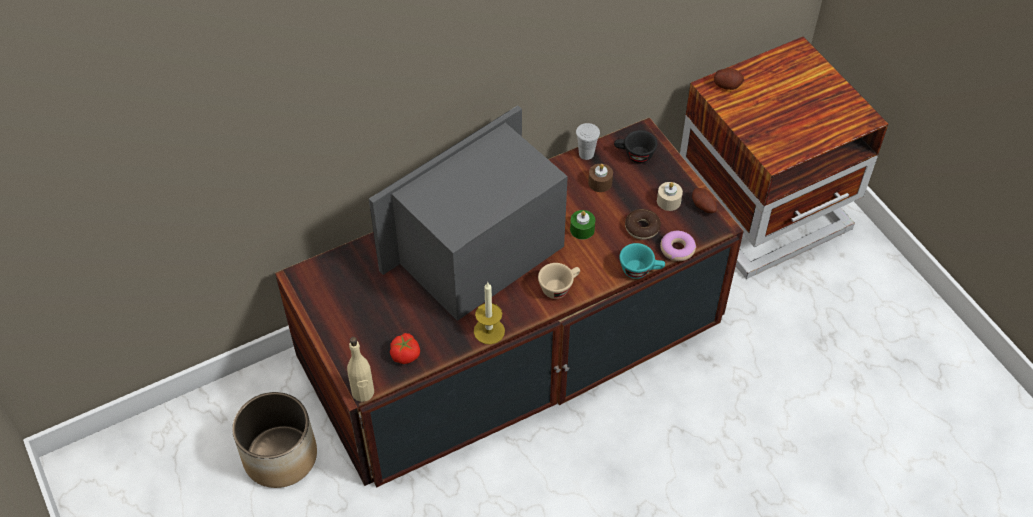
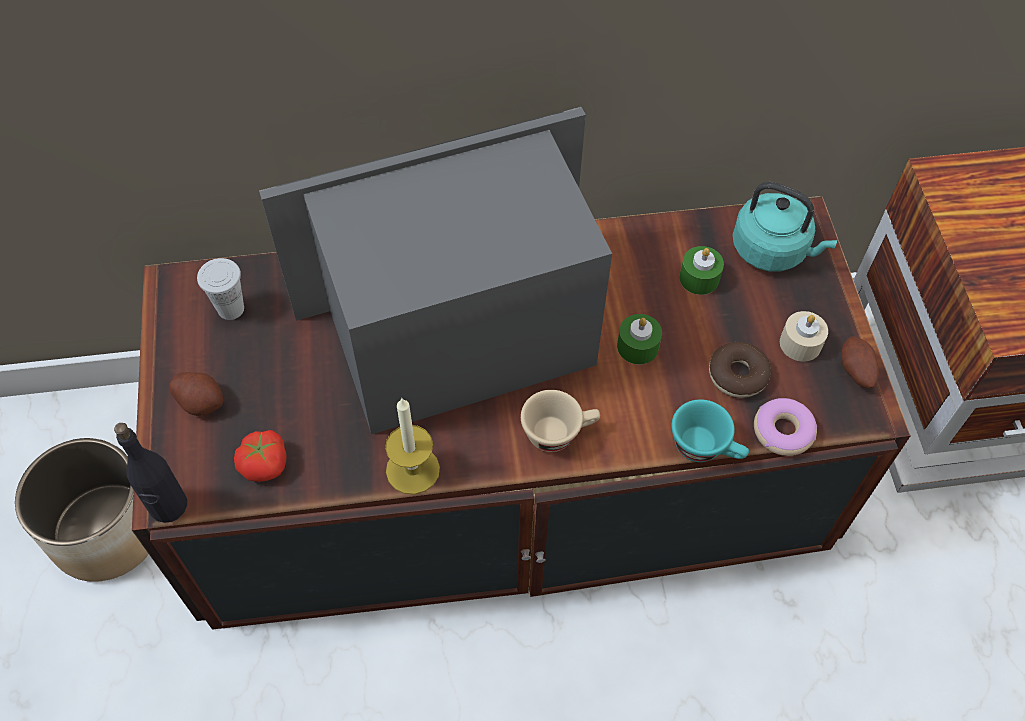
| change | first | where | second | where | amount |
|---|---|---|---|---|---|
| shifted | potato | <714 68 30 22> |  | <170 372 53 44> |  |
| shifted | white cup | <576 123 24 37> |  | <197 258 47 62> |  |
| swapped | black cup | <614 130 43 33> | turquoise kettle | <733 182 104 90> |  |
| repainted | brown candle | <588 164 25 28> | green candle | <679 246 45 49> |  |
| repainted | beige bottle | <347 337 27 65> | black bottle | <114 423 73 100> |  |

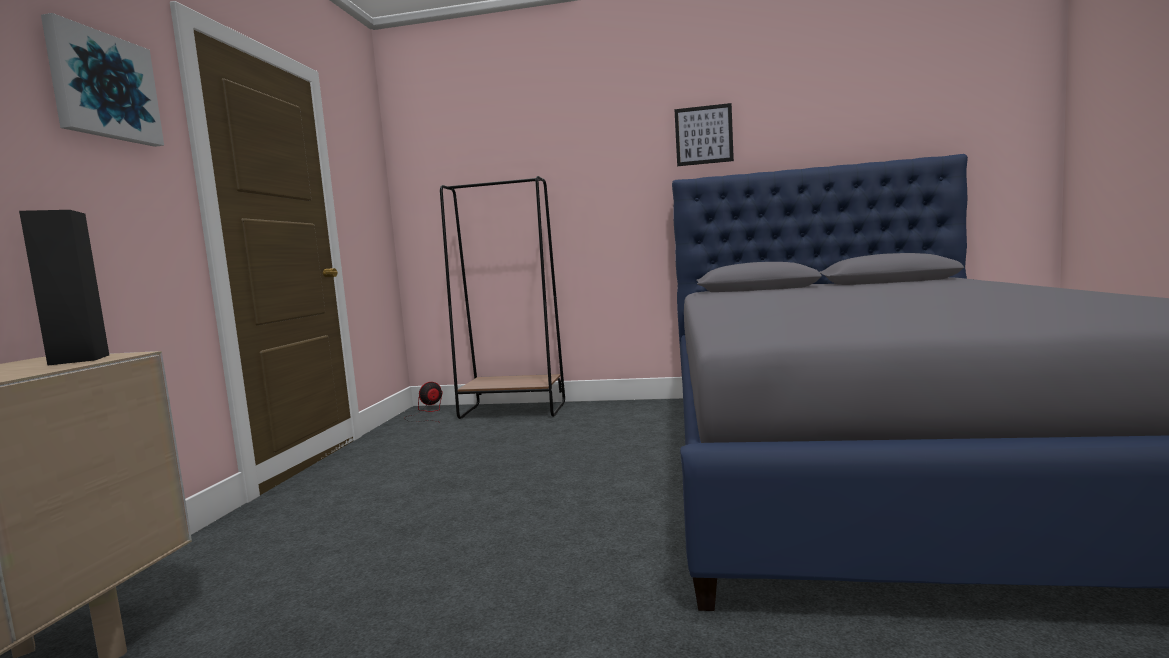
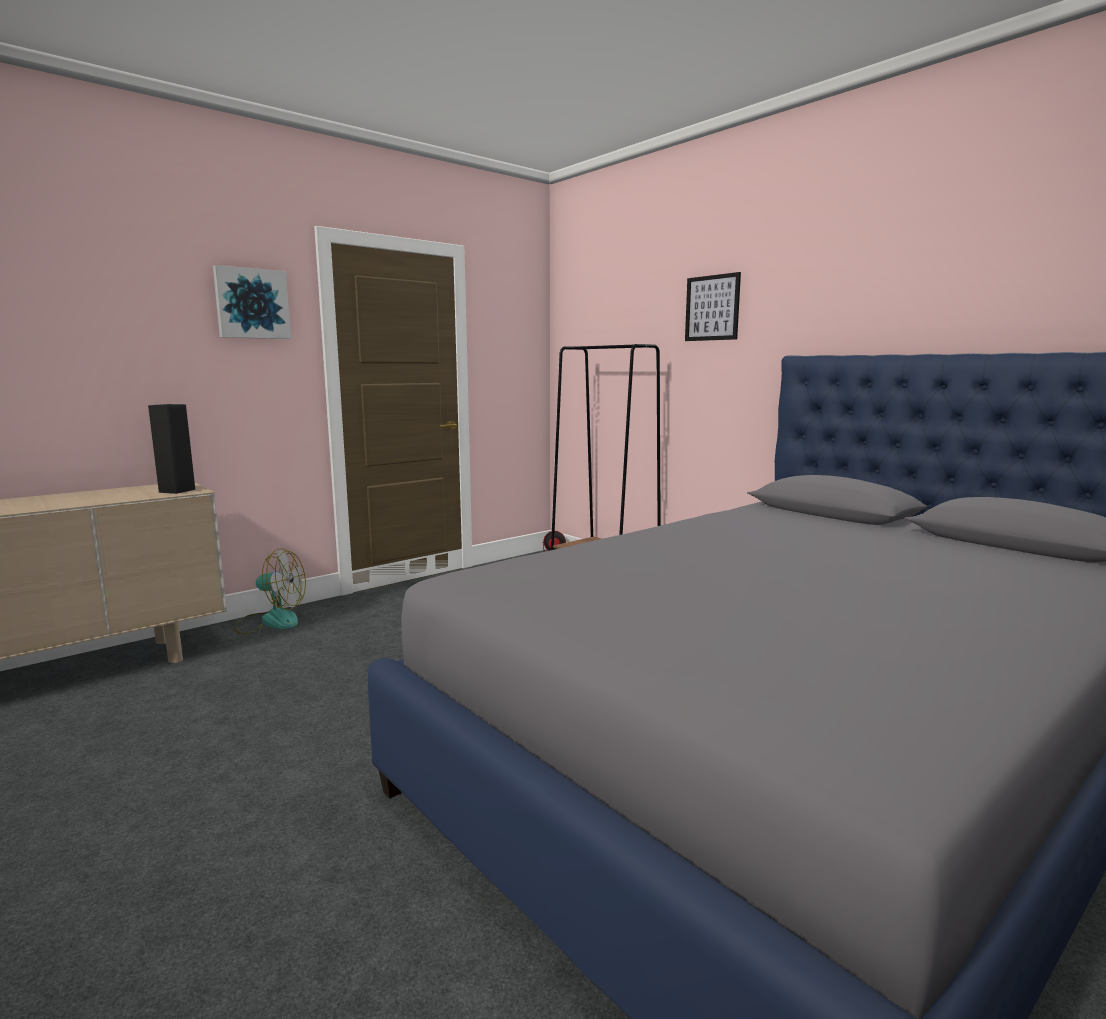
| change | first | where | second | where | amount |
|---|---|---|---|---|---|
| shifted | picture | <674 103 60 63> |  | <685 272 56 69> |  |
| new |  |  | fan | <234 548 72 86> |  |

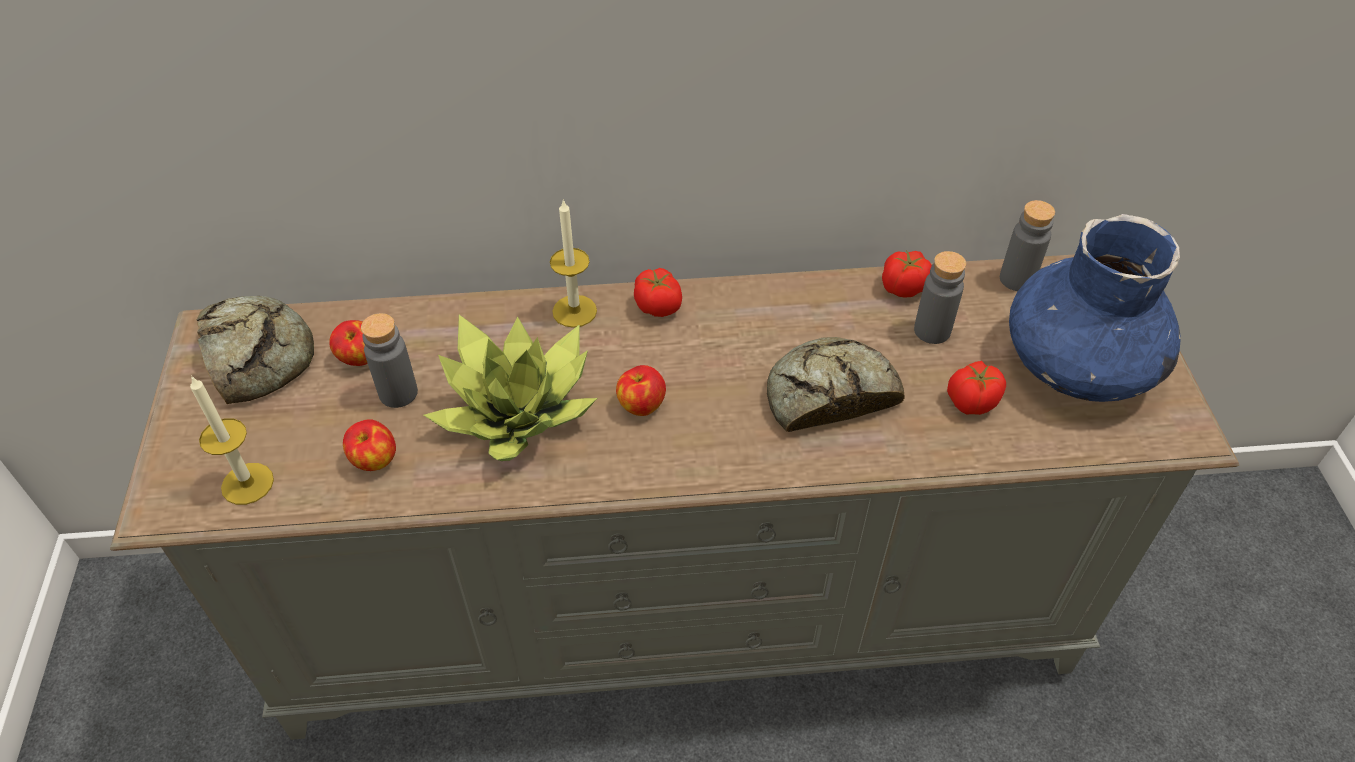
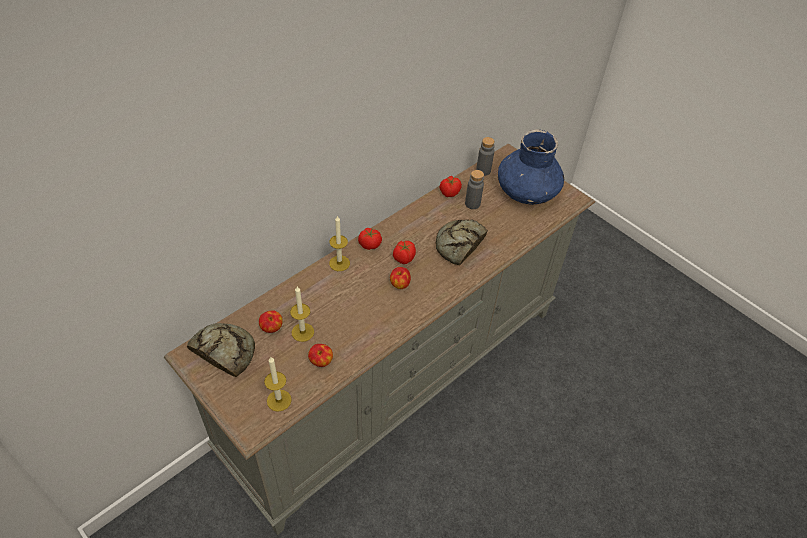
| change | first | where | second | where | amount |
|---|---|---|---|---|---|
| swapped | grey bottle | <361 313 57 95> | candle | <290 286 24 56> |  |
| gone | potted plant | <424 315 173 146> |  |  |  |
| shifted | tomato | <947 361 59 54> |  | <393 241 23 23> |  |

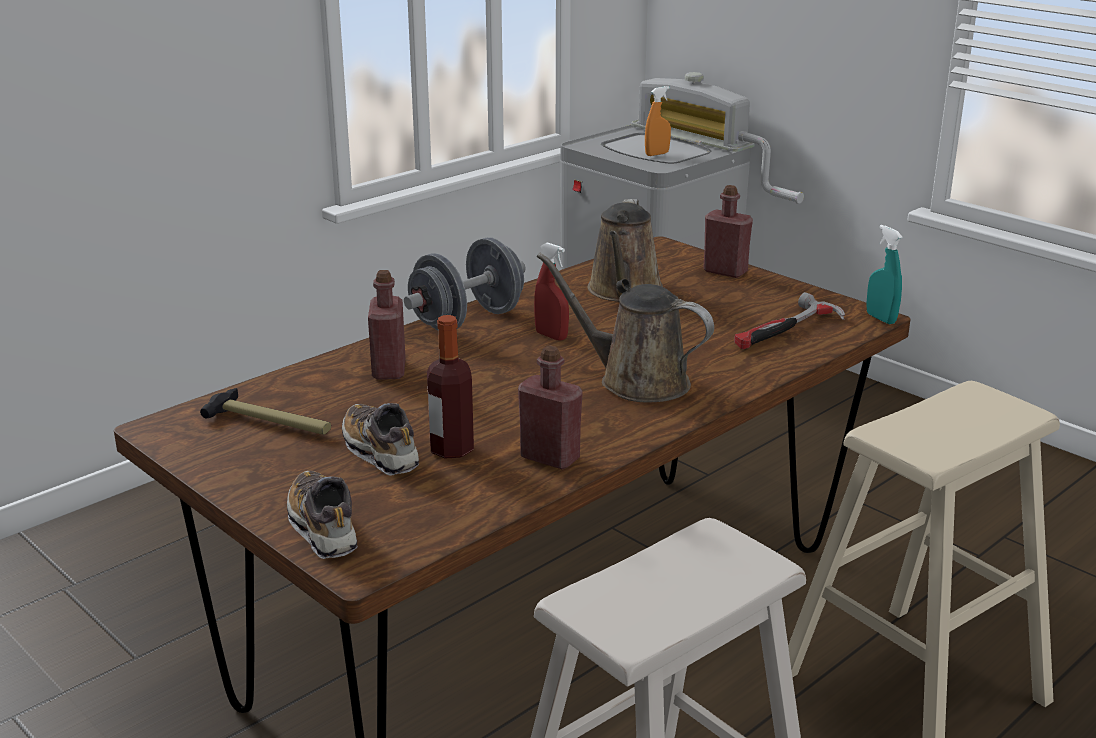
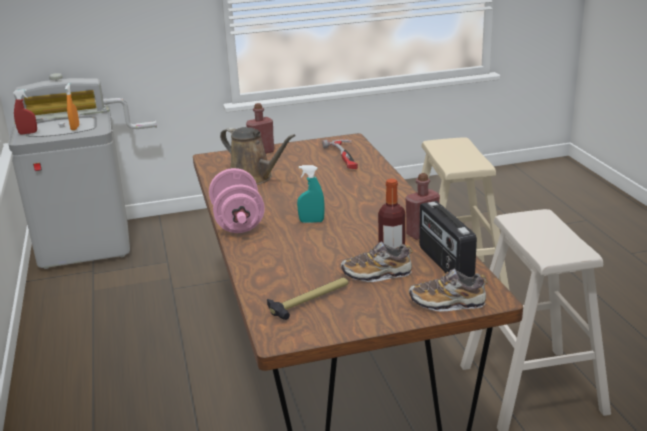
| change | first | where | second | where | amount |
|---|---|---|---|---|---|
| shifted | turquoise spray bottle | <866 225 37 99> |  | <297 165 28 58> |  |
| repainted | grey dumbbell | <404 237 122 94> | pink dumbbell | <209 168 56 65> |  |
| shifted | red spray bottle | <534 243 35 98> |  | <13 89 24 46> |  |
| gone | brown watering can | <537 253 177 149> |  |  |  |
| gone | red bottle | <368 270 38 110> |  |  |  |
| new |  |  | radio | <419 201 58 76> |  |

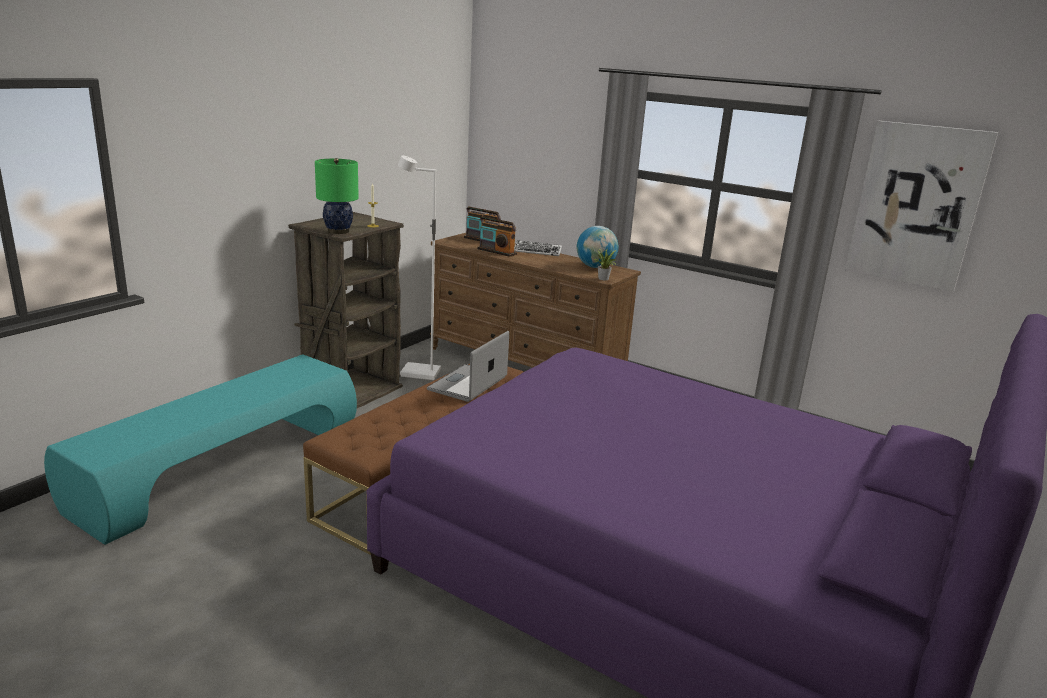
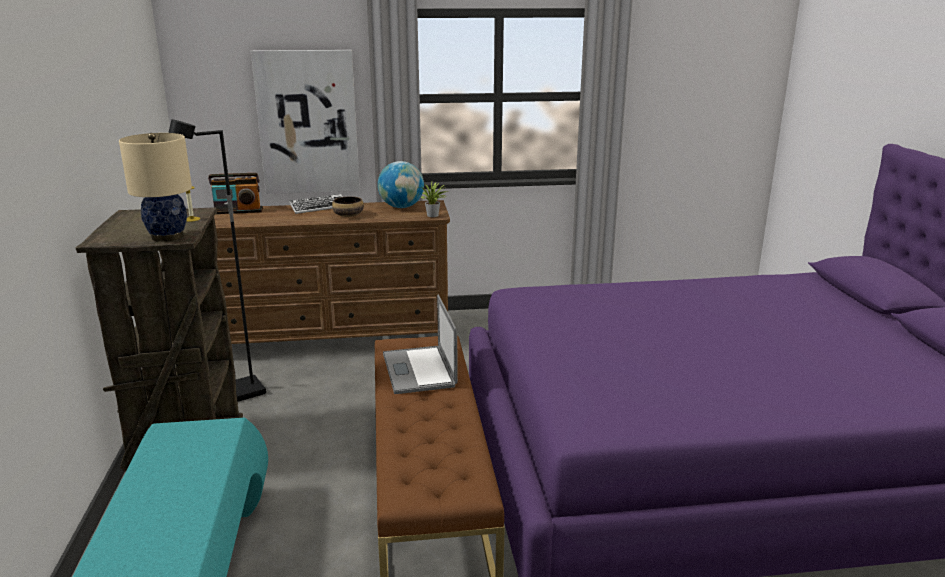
| change | first | where | second | where | amount |
|---|---|---|---|---|---|
| shifted | picture | <844 121 154 171> |  | <251 50 109 144> |  |
| repainted | white floor lamp | <398 155 43 225> | black floor lamp | <169 119 97 283> |  |
| repainted | green table lamp | <315 158 44 76> | beige table lamp | <119 133 73 109> |  |
| gone | radio | <477 216 40 41> |  |  |  |
| new |  |  | bowl | <332 196 32 21> |  |

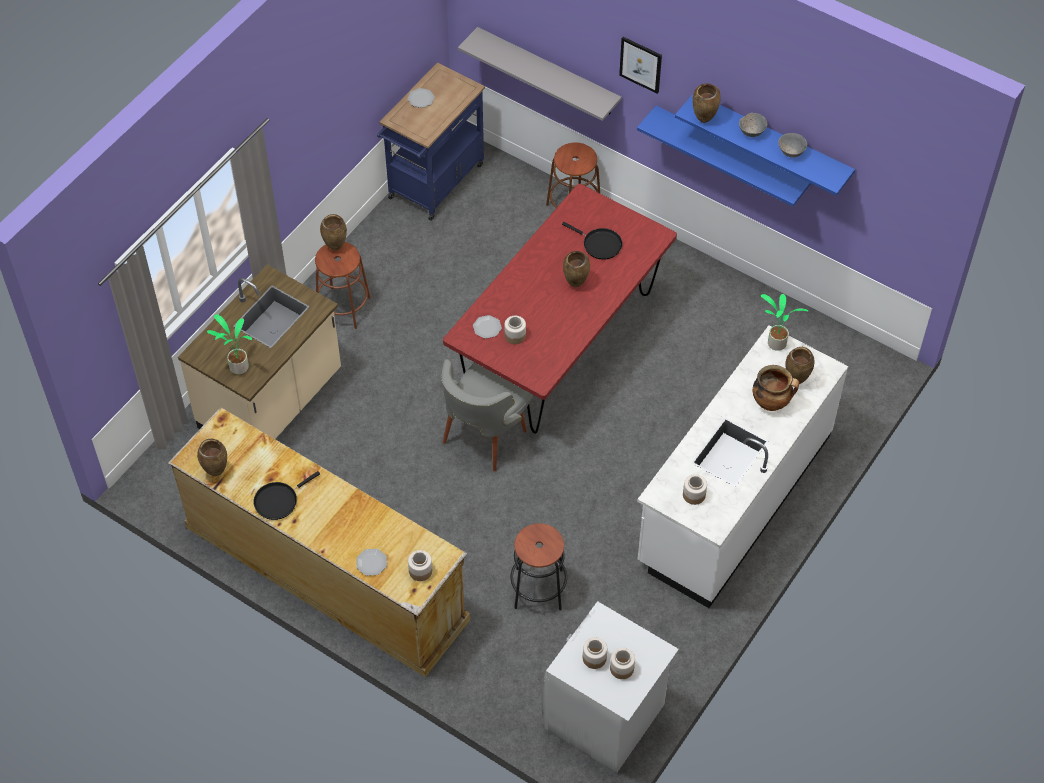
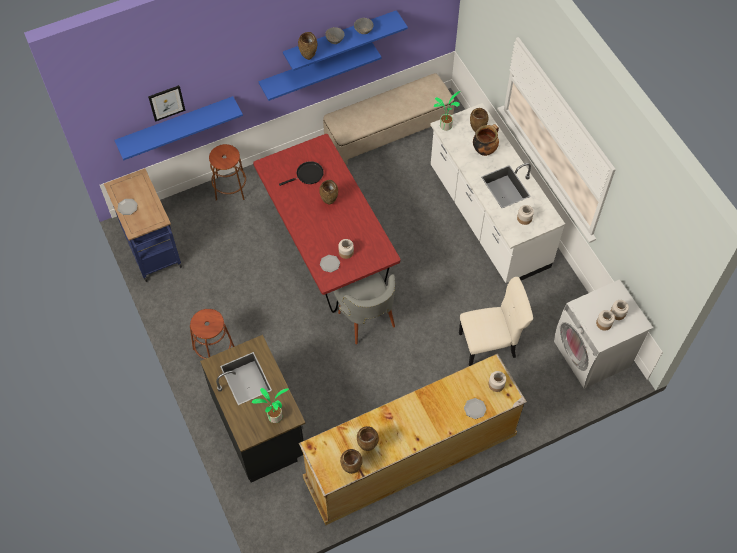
| change | first | where | second | where | amount |
|---|---|---|---|---|---|
| repainted | grey shelf | <458 27 164 94> | blue shelf | <114 96 129 64> |  |
| shifted | picture | <619 37 43 57> |  | <148 85 38 37> |  |
| shifted | brown vase | <320 214 27 37> |  | <357 426 22 25> |  |
| repainted | beige counter | <178 265 163 174> | black counter | <200 335 106 147> |  |
| gone | black frying pan | <254 471 66 49> |  |  |  |
| swapped | black stool | <510 523 57 87> | beige chair | <459 277 74 89> |  |
| new |  |  | beige bench | <323 73 131 92> |  |

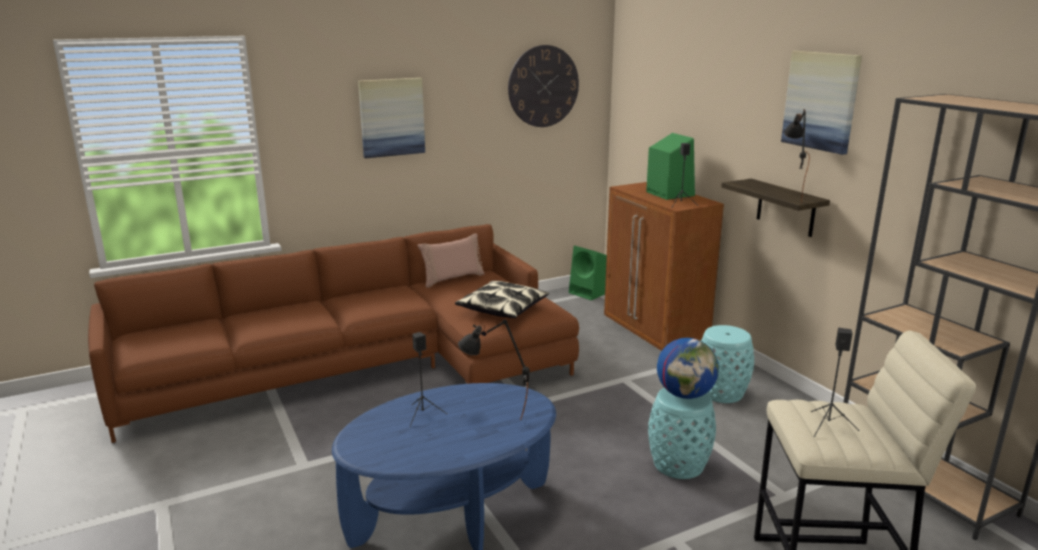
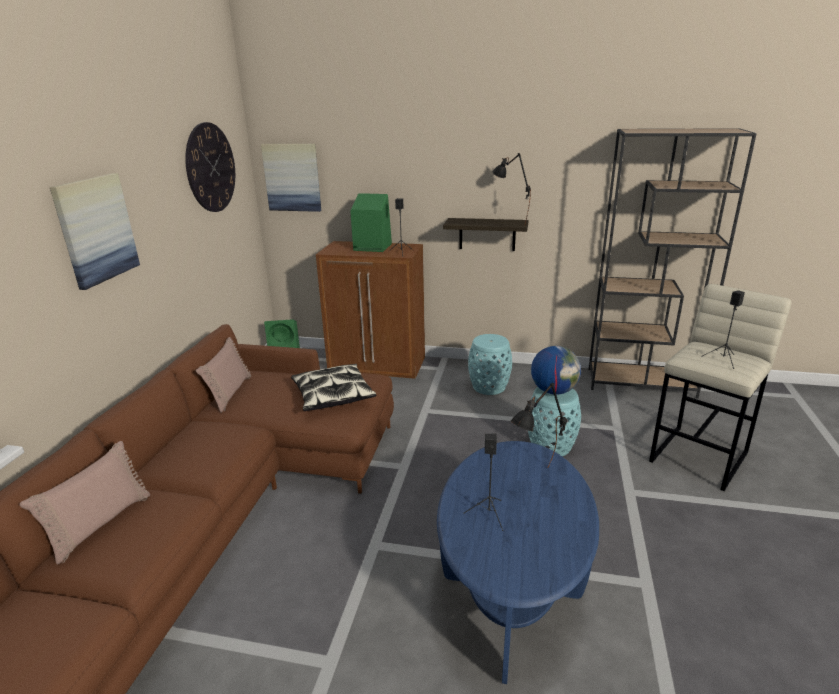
| change | first | where | second | where | amount |
|---|---|---|---|---|---|
| shifted | picture | <781 51 81 104> |  | <261 144 60 68> |  |
| new |  |  | beige pillow | <20 441 130 124> |  |

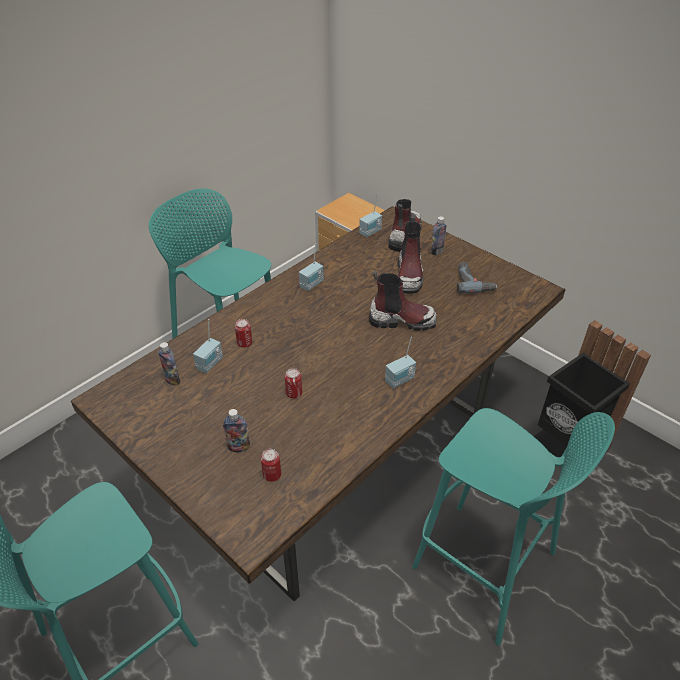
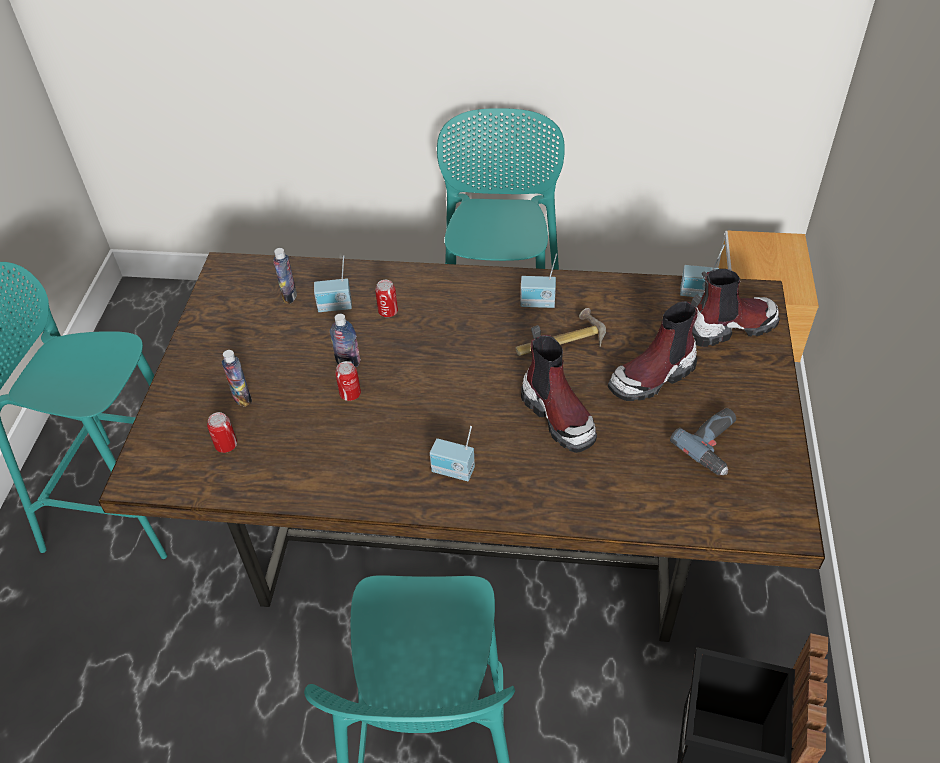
| change | first | where | second | where | amount |
|---|---|---|---|---|---|
| shifted | bottle | <431 216 16 39> |  | <330 314 31 53> |  |
| new |  |  | hammer | <516 308 90 48> |  |

